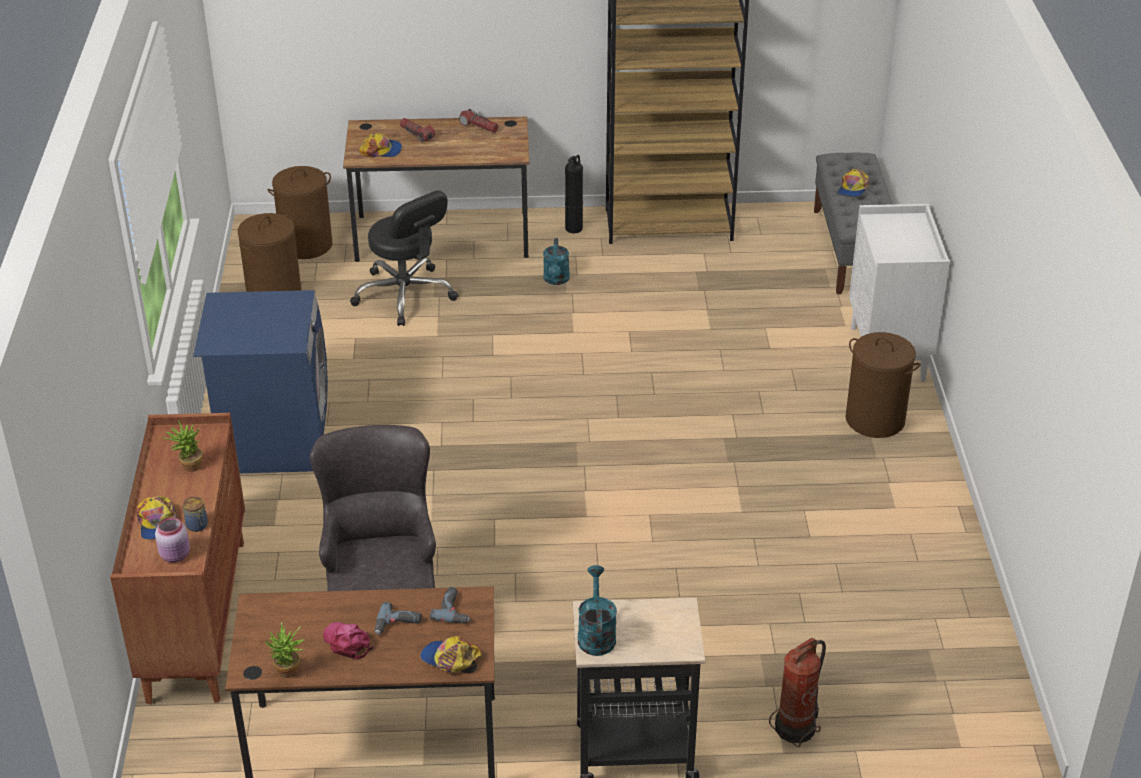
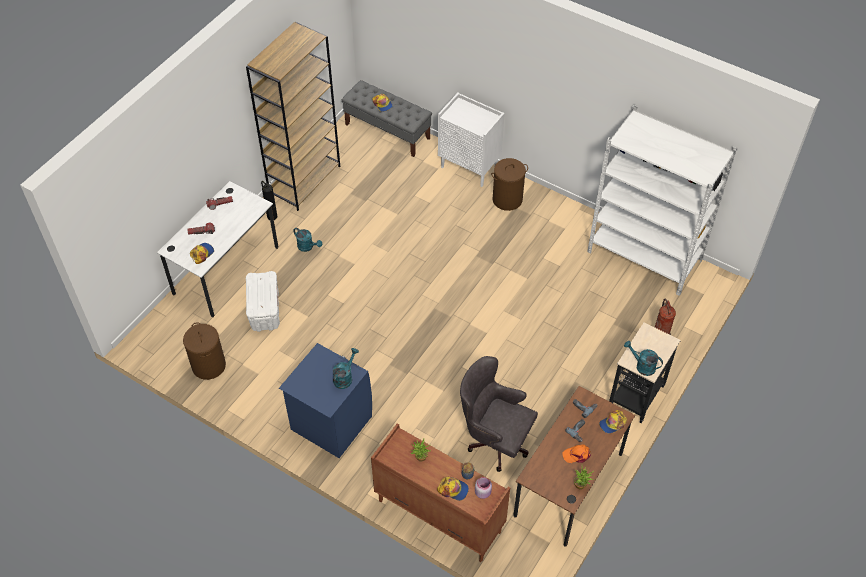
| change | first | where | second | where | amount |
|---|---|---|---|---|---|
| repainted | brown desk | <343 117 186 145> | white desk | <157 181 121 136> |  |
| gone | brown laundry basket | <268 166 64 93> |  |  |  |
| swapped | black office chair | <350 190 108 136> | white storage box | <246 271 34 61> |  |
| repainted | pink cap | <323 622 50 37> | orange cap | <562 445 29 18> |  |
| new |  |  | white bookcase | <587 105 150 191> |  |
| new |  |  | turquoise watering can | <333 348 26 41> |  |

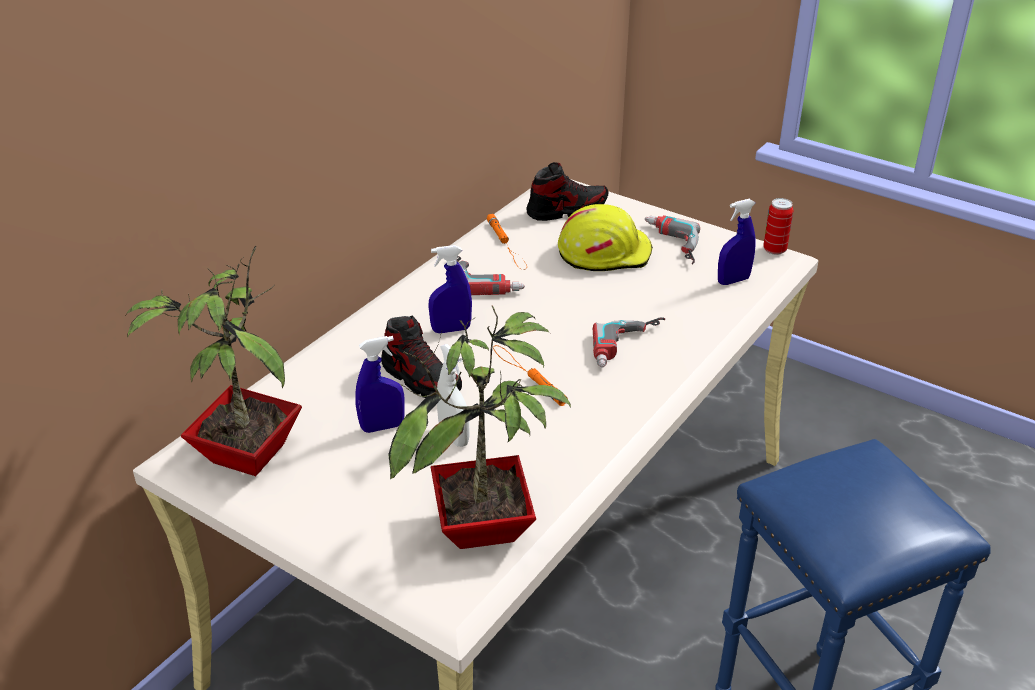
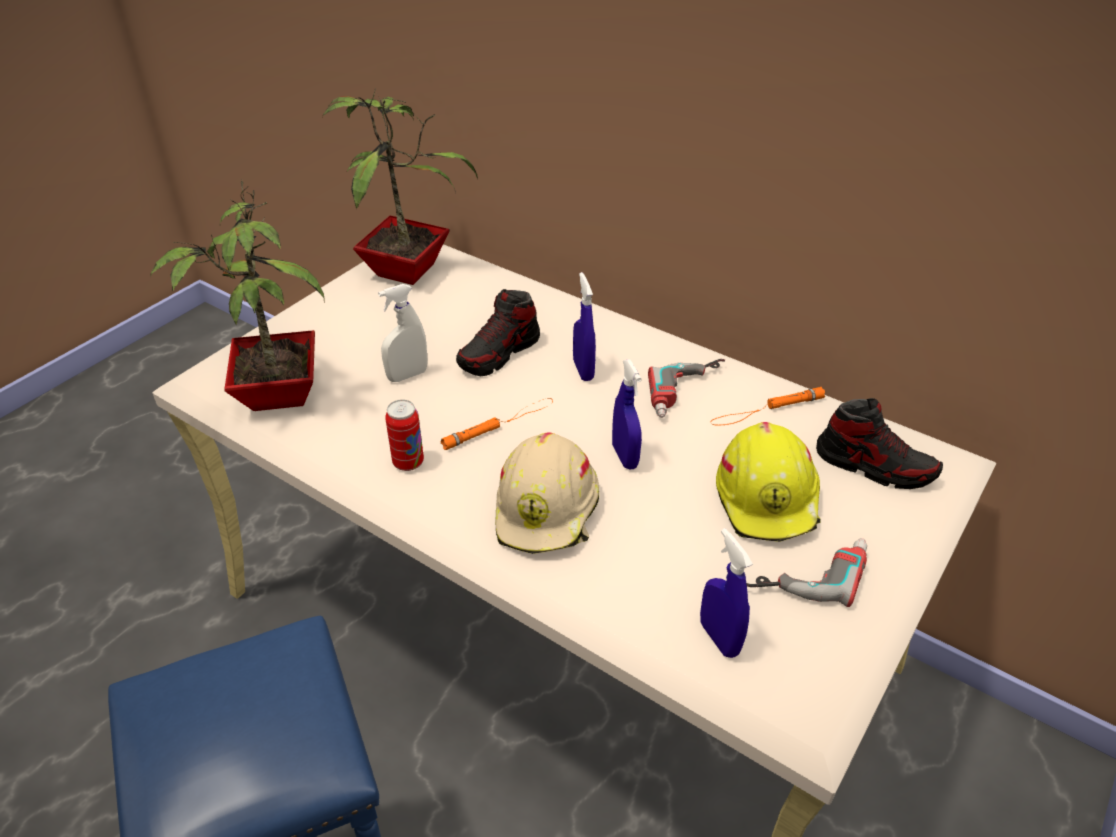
| change | first | where | second | where | amount |
|---|---|---|---|---|---|
| rotated | shoe | <526 162 83 59> |  | <816 398 127 91> | 45 degrees counterclockwise |
| shifted | can | <763 198 30 57> |  | <385 400 39 71> |  |
| swapped | power drill | <593 317 73 50> | beige hard hat | <496 432 103 122> |  |
| shifted | blue spray bottle | <356 336 48 97> |  | <612 359 30 110> |  |

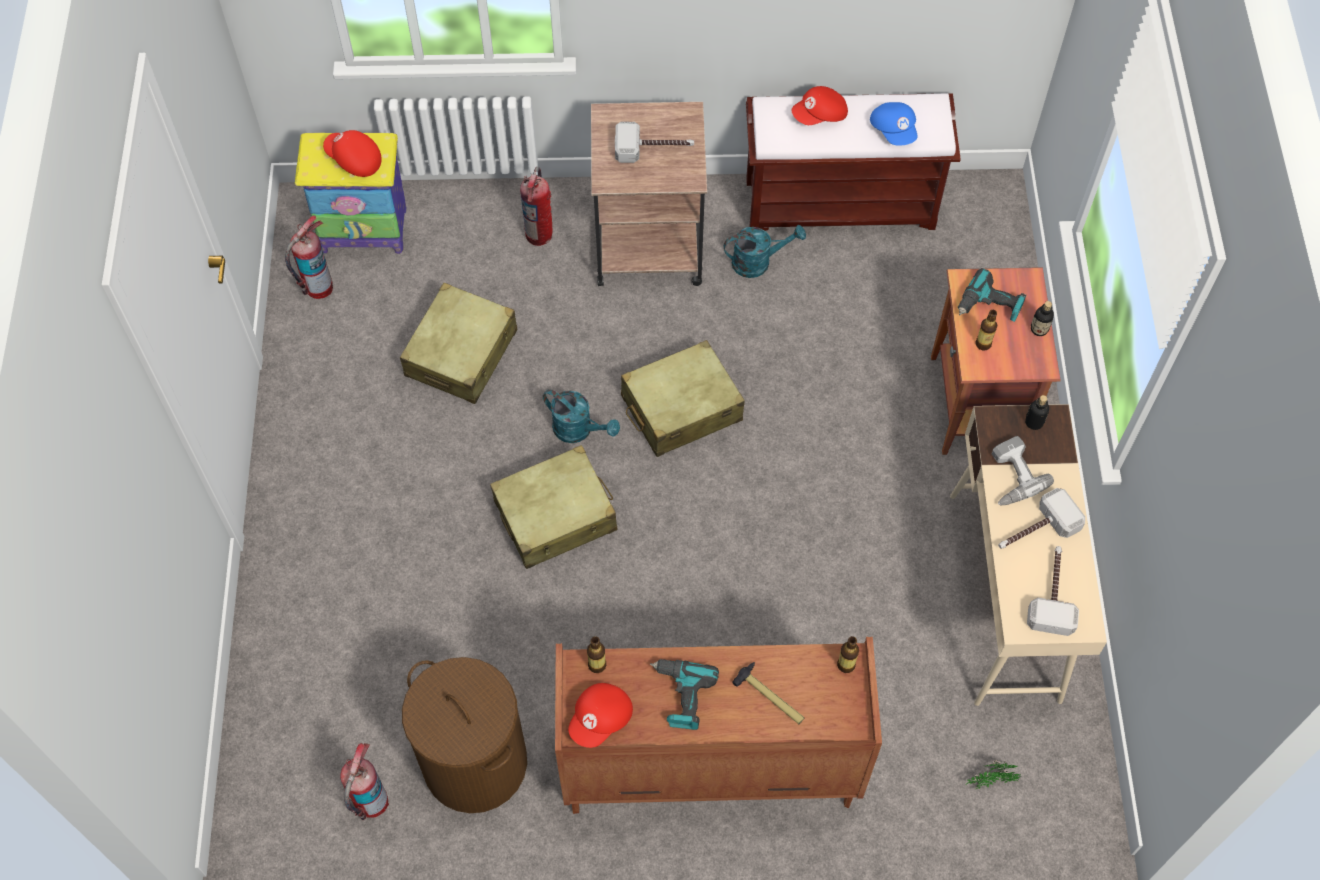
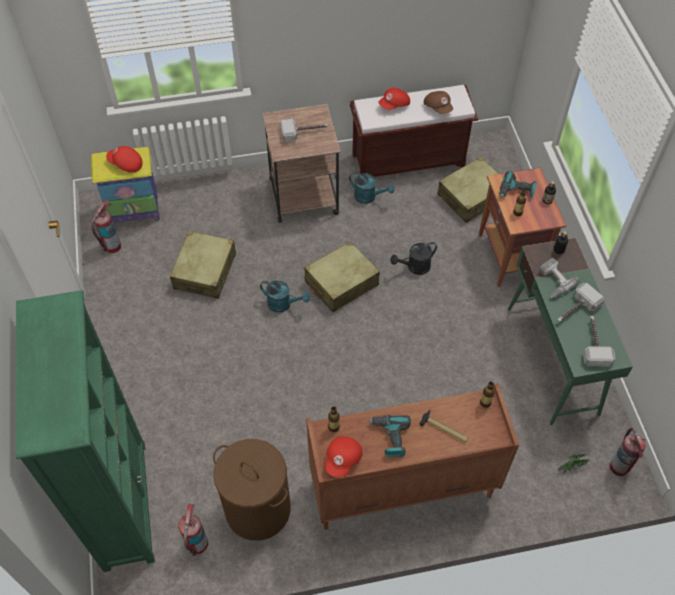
| change | first | where | second | where | amount |
|---|---|---|---|---|---|
| repainted | blue cap | <870 102 47 44> | brown cap | <424 91 29 23> |  |
| shifted | fire extinguisher | <520 167 33 79> |  | <610 427 36 49> |  |
| rotated | turquoise watering can | <724 225 82 53> |  | <349 172 46 32> | 45 degrees clockwise |
| repainted | beige desk | <950 404 157 302> | green desk | <508 238 125 187> |  |
| shifted | beige suitcase | <490 445 127 124> |  | <437 157 61 66> |  |
| new |  |  | black watering can | <390 242 47 33> |  |
| new |  |  | green bookcase | <16 290 139 282> |  |

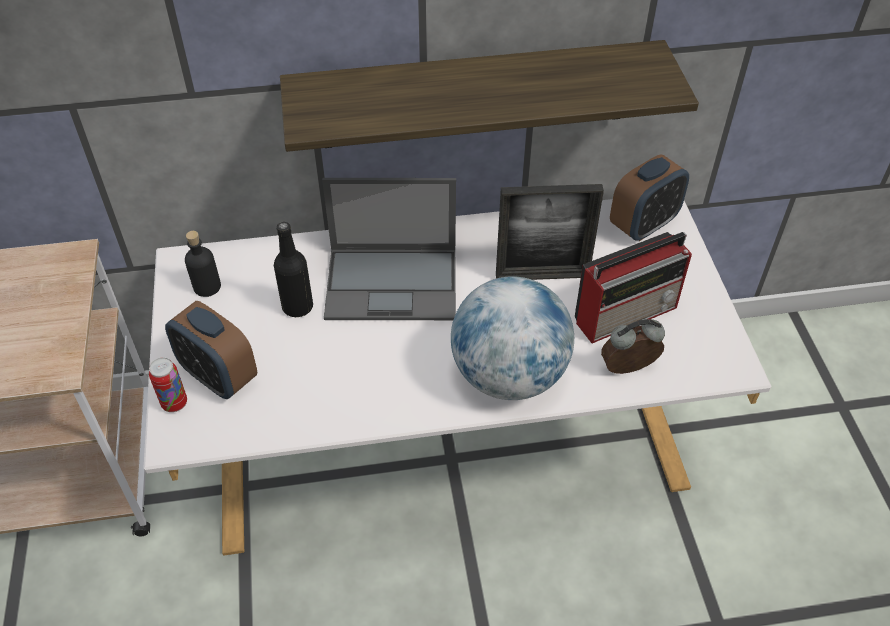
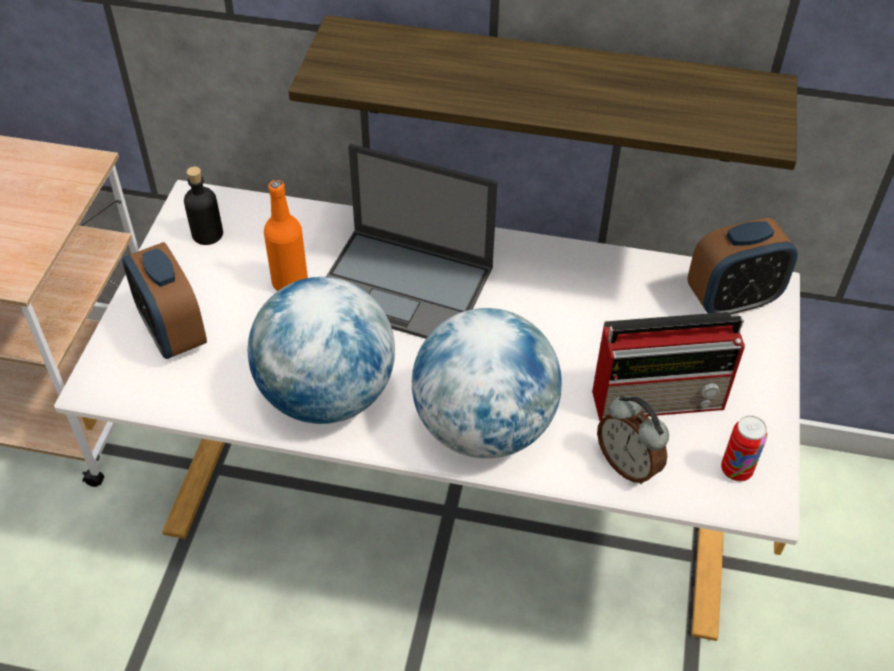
| change | first | where | second | where | amount |
|---|---|---|---|---|---|
| gone | picture frame | <496 184 108 96> |  |  |  |
| repainted | black bottle | <274 222 39 95> | orange bottle | <264 180 44 111> |  |
| rotated | alarm clock | <601 319 64 55> |  | <597 395 72 89> | 135 degrees counterclockwise |
| shifted | can | <149 357 38 55> |  | <721 415 46 66> |  |
| new |  |  | globe | <248 277 147 147> |  |

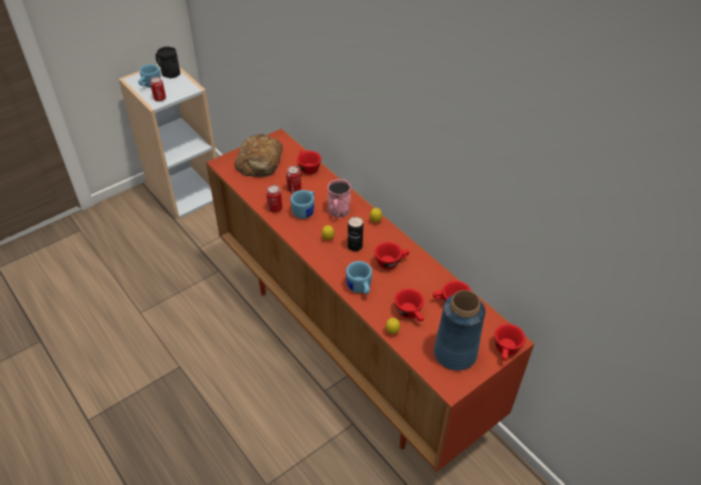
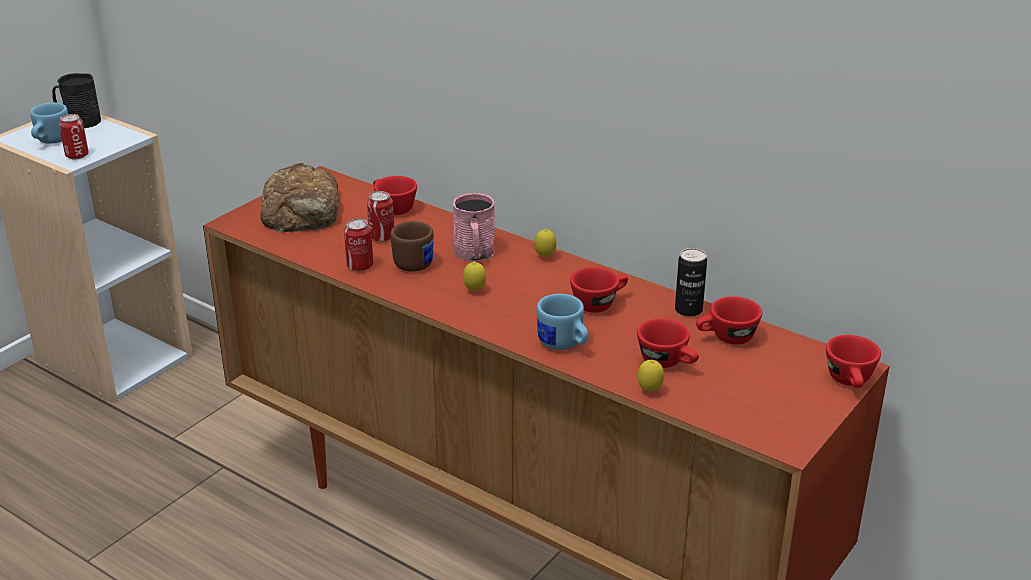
| change | first | where | second | where | amount |
|---|---|---|---|---|---|
| repainted | blue mug | <291 190 24 29> | brown mug | <390 221 44 51> |  |
| shifted | can | <348 217 15 34> |  | <675 248 32 69> |  |
| gone | blue vase | <434 290 51 81> |  |  |  |

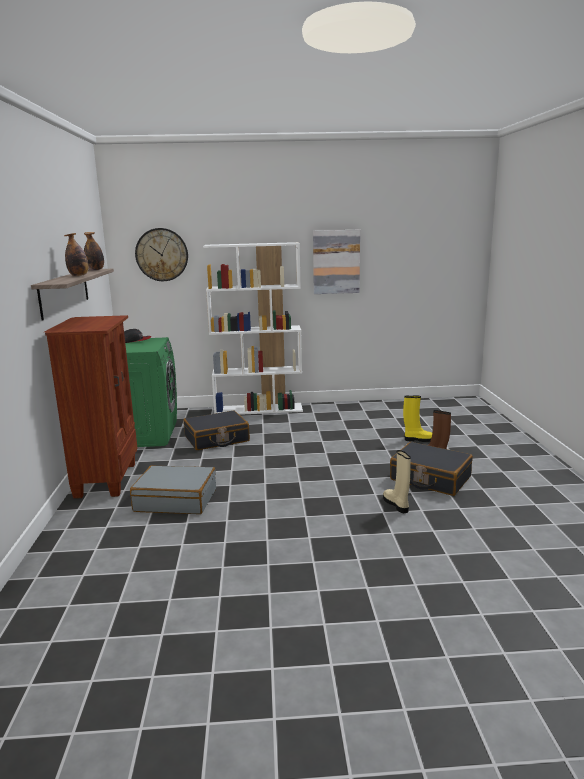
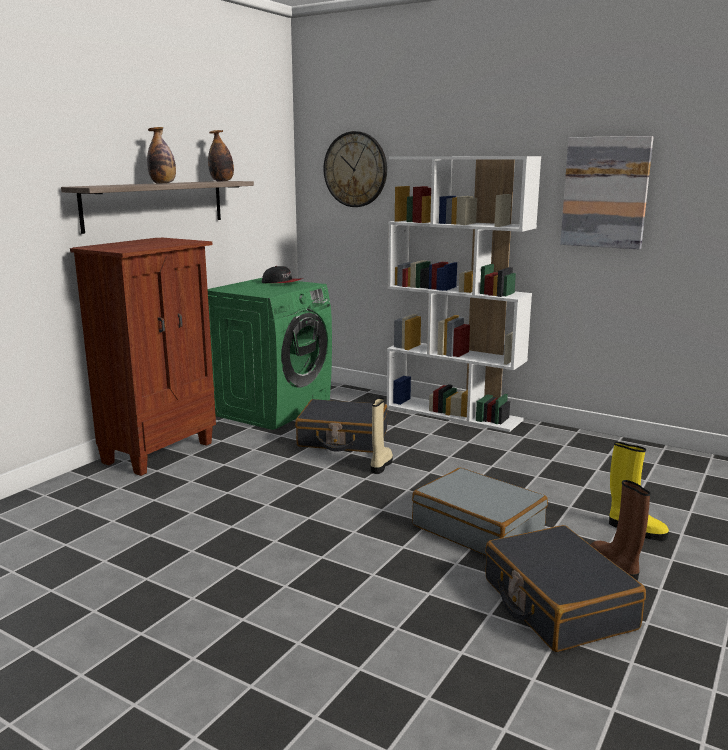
| change | first | where | second | where | amount |
|---|---|---|---|---|---|
| shifted | beige boot | <383 450 28 63> |  | <371 397 22 77> |  |
| shifted | grey suitcase | <130 465 86 49> |  | <412 468 136 88> |  |

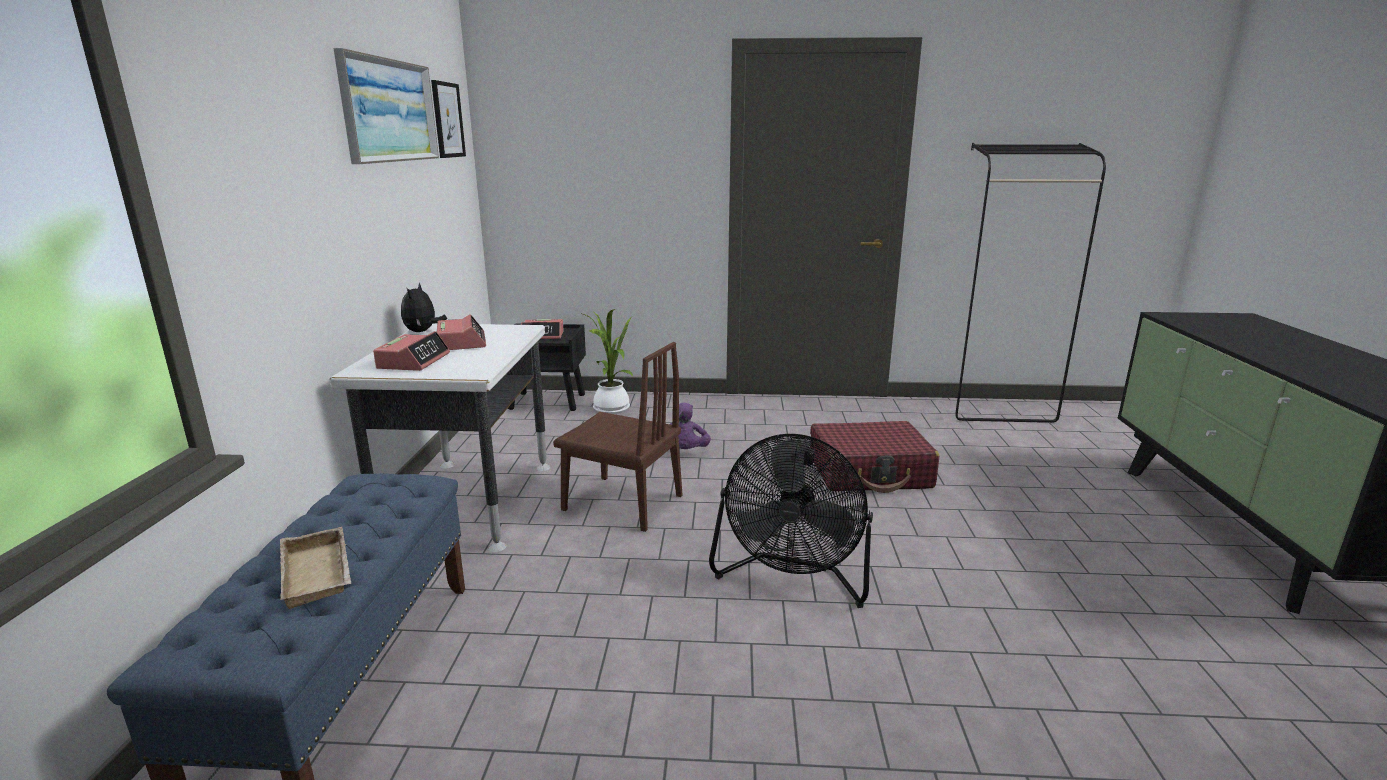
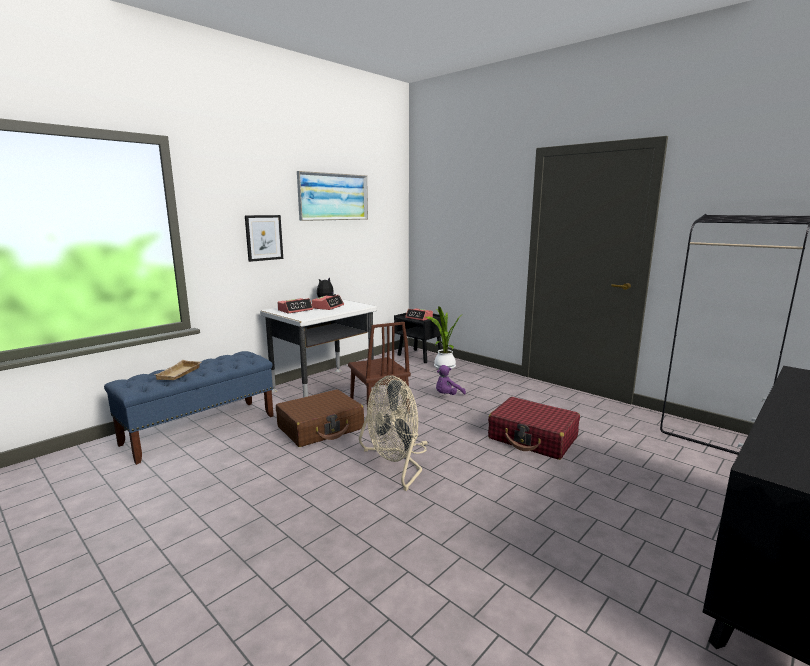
| change | first | where | second | where | amount |
|---|---|---|---|---|---|
| shifted | picture | <431 80 35 78> |  | <245 215 38 47> |  |
| repainted | black fan | <709 434 164 174> | beige fan | <359 375 69 116> |  |
| new |  |  | brown suitcase | <276 389 88 58> |  |

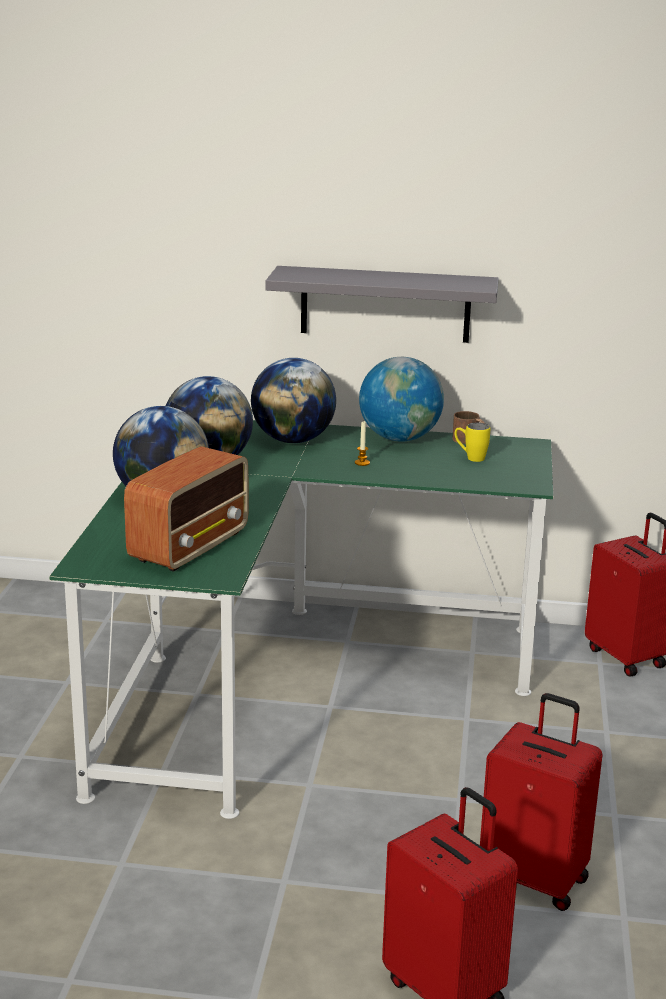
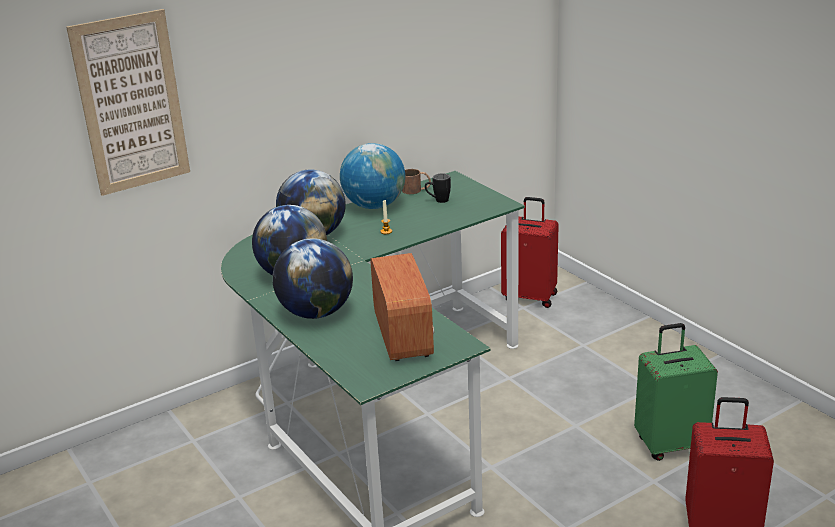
| change | first | where | second | where | amount |
|---|---|---|---|---|---|
| gone | grey shelf | <266 266 233 77> |  |  |  |
| repainted | yellow mug | <455 423 35 39> | black mug | <425 173 26 30> |  |
| repainted | red suitcase | <480 693 123 218> | green suitcase | <634 323 84 138> |  |
| new |  |  | picture | <66 9 124 187> |  |

